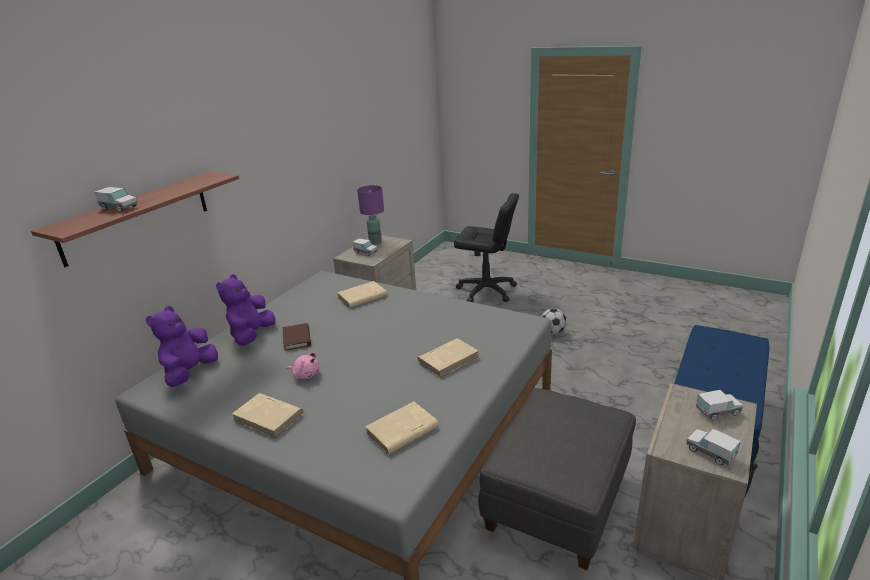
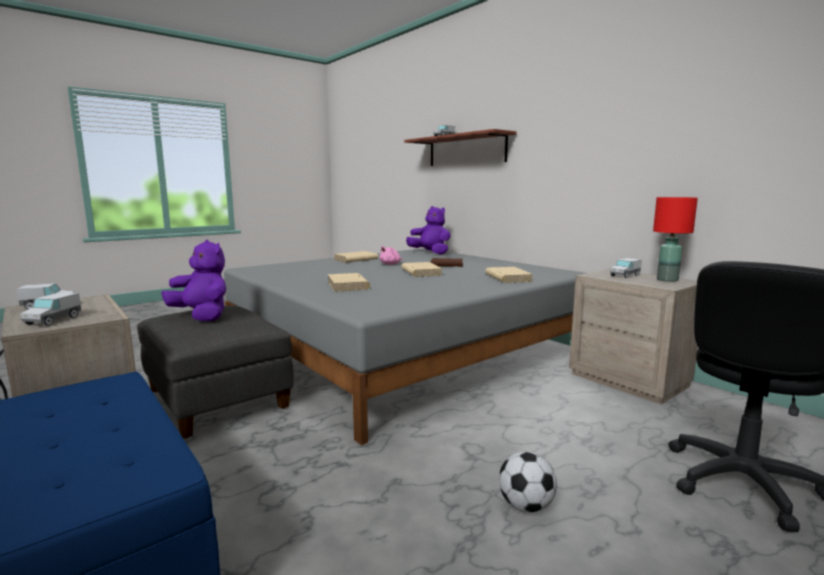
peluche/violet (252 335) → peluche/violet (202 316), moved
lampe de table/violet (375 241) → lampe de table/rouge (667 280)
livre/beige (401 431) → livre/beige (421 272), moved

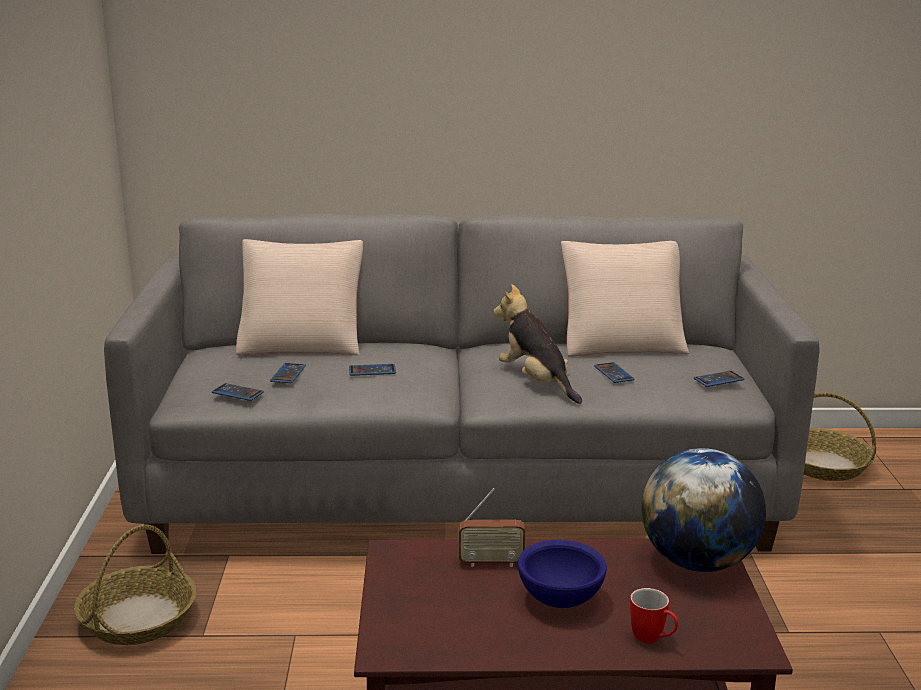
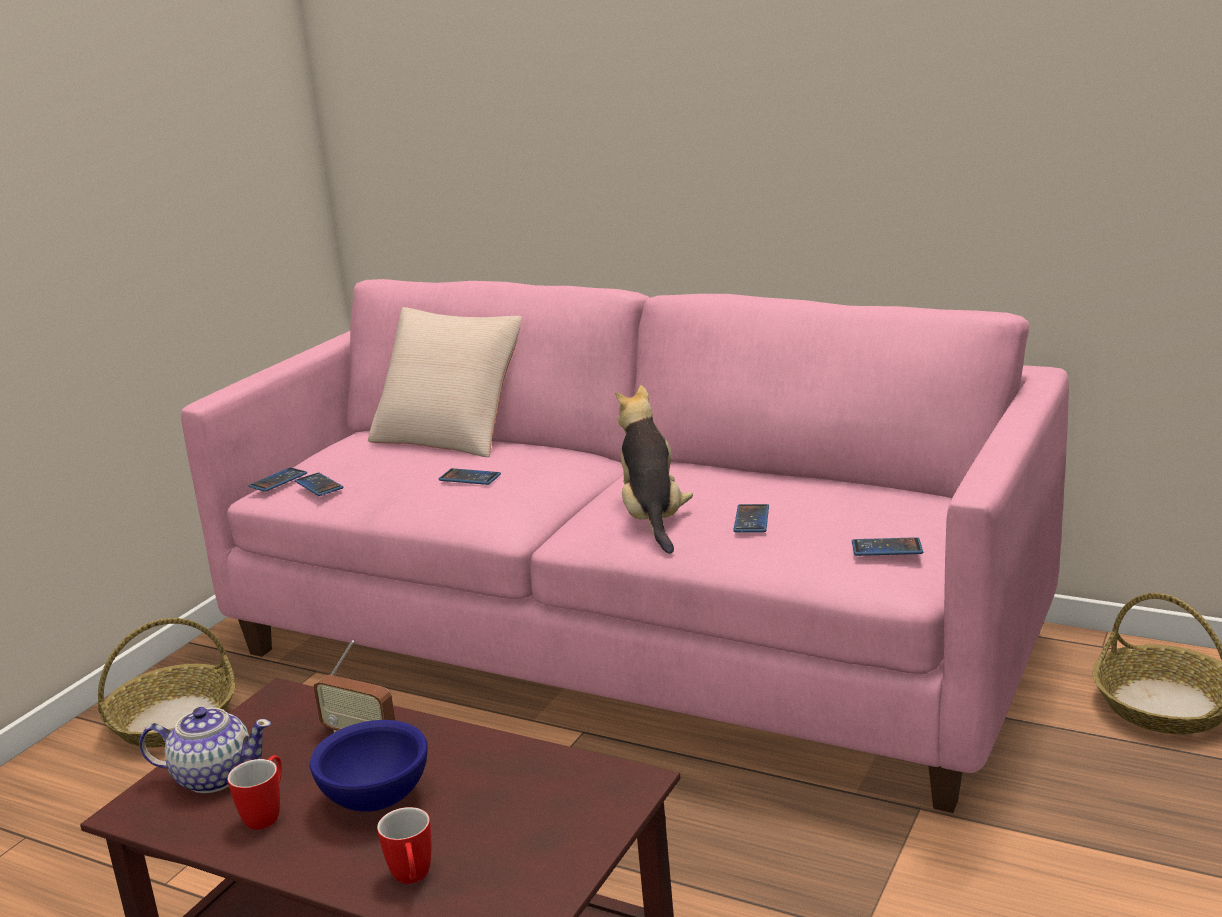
canapé/gris (460 489) → canapé/rose (628 644)
téléphone (288 374) → téléphone (278 480), moved
coussin/beige (621 343) → -
globe (697 562) → -
- → théière (213 776)
- → mug (267 814)

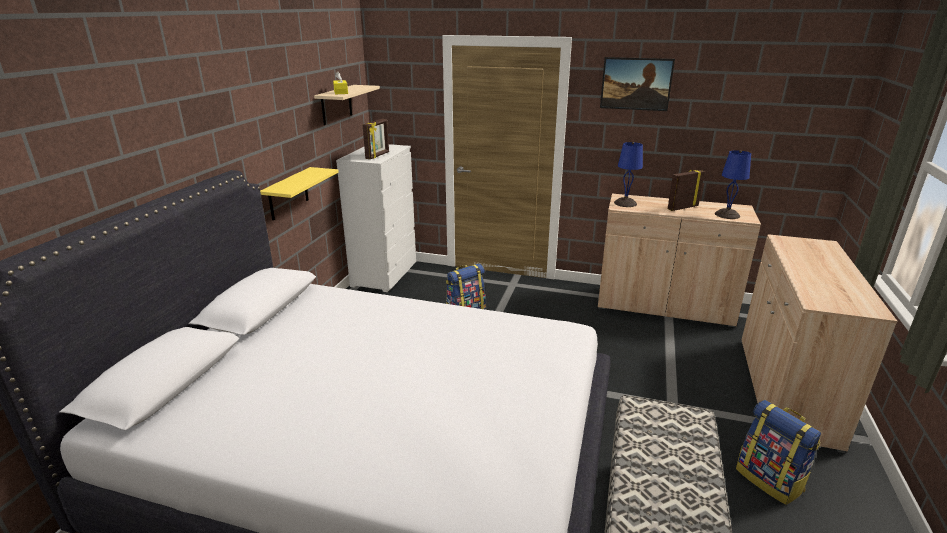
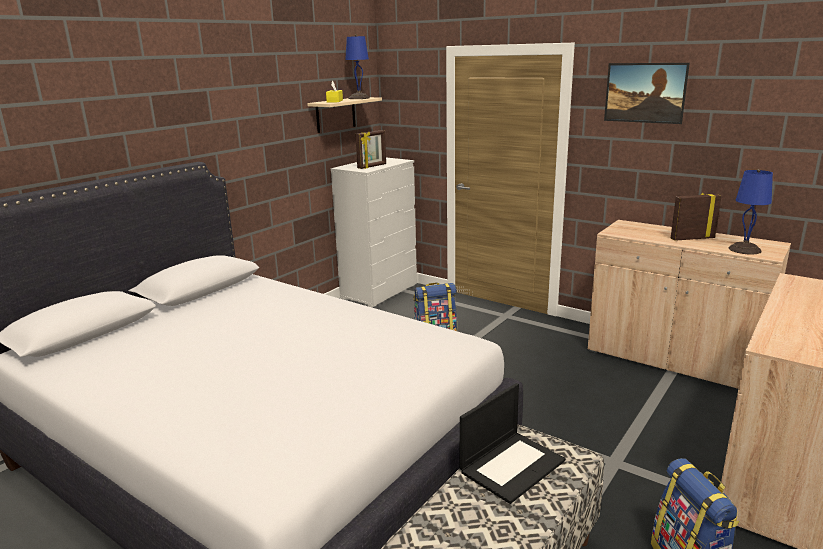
étagère/jaune (288 194) → -
lampe de table/bleu (625 203) → lampe de table/bleu (359 98), moved
- → ordinateur portable (512 465)

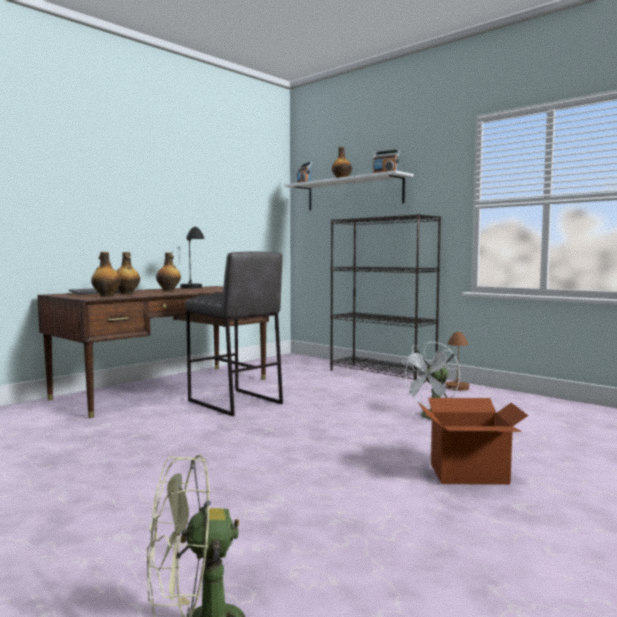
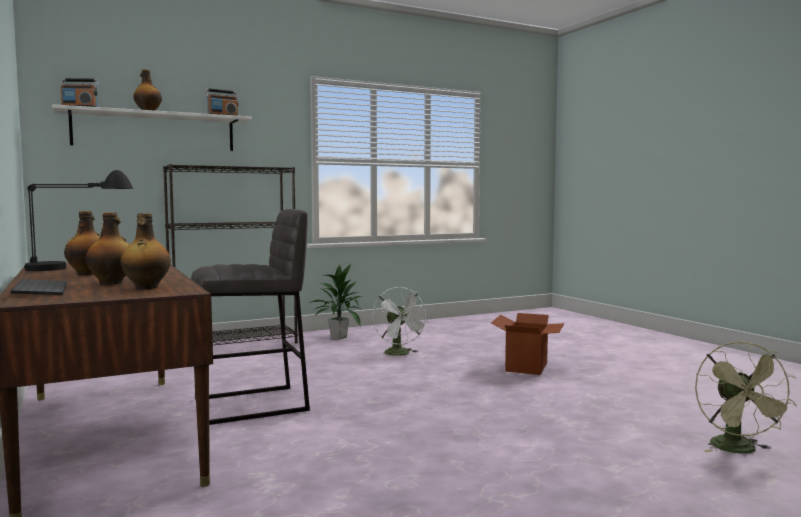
lampe de table/marron (457 392) → plante en pot (338 338)

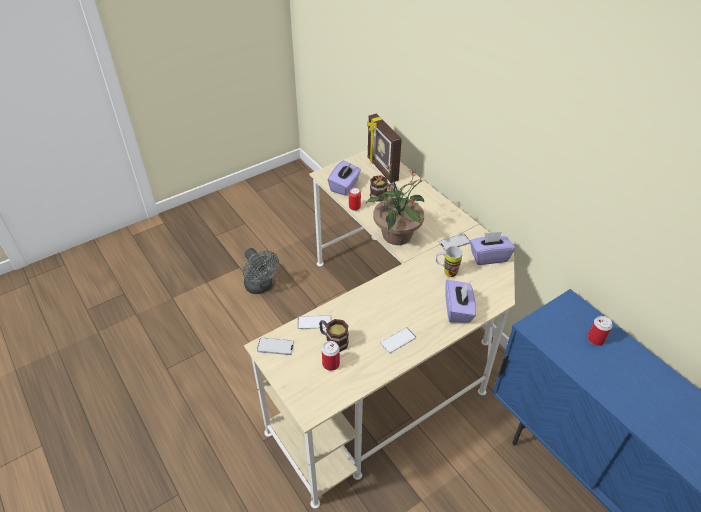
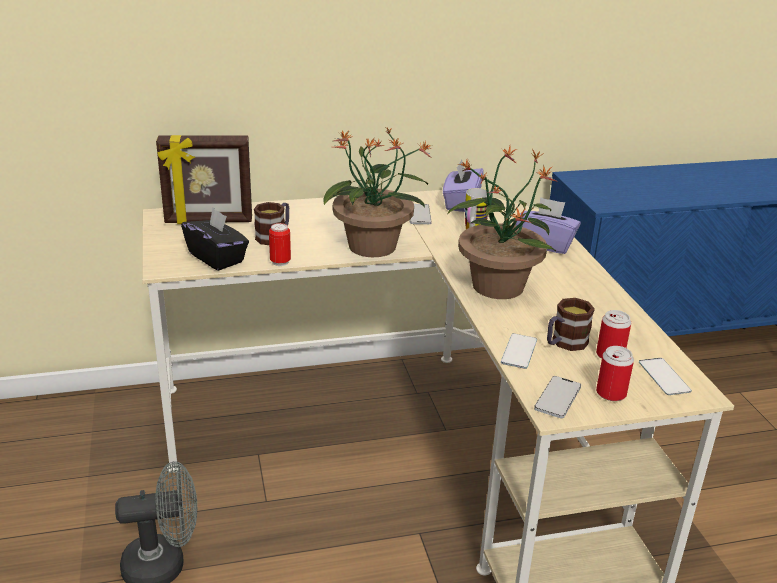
boîte à mouchoirs/violet (344 186) → boîte à mouchoirs/noir (217 258)
téléphone (398 340) → téléphone (664 377), moved
boîte métallique (595 339) → boîte métallique (611 393), moved
- → plante en pot (497 285)

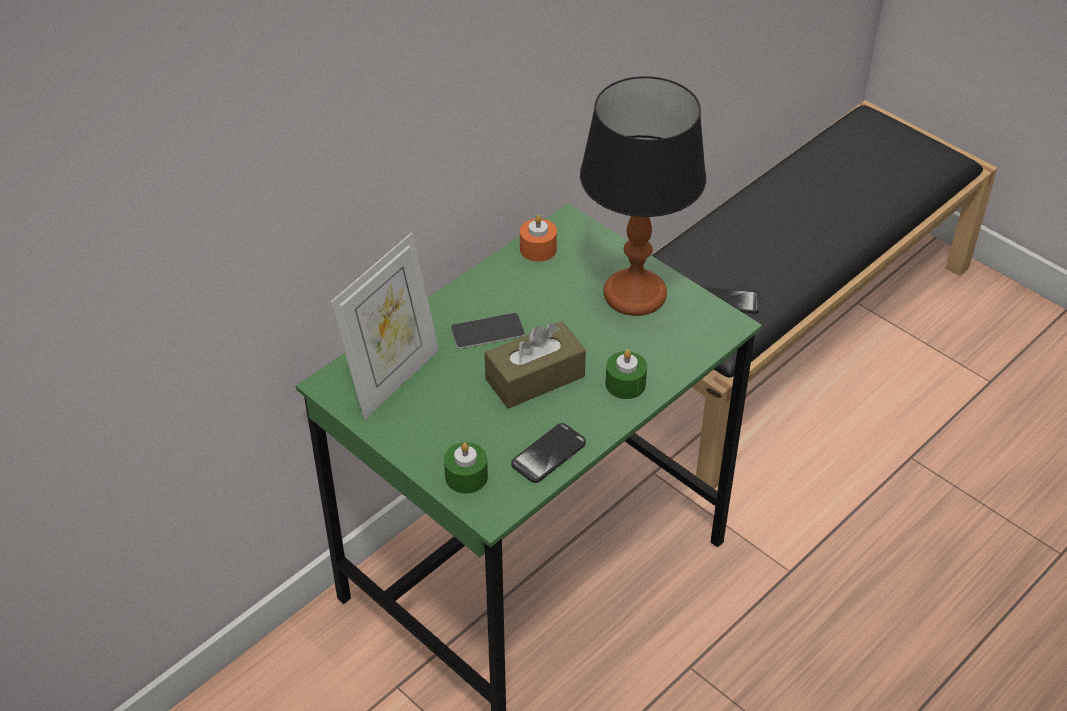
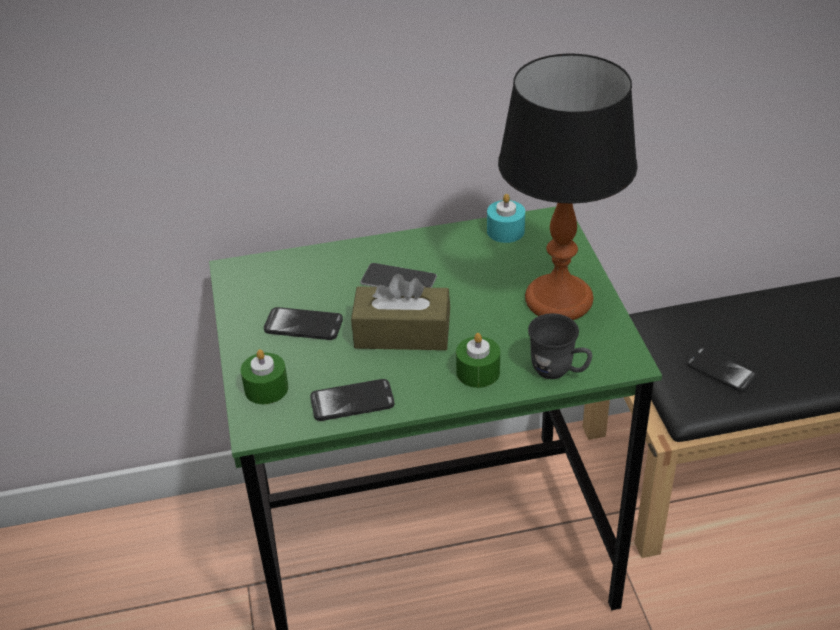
cadre photo (392 378) → -
bougie/orange (538 249) → bougie/turquoise (505 231)
- → téléphone (303 325)
- → mug/gris (559 372)

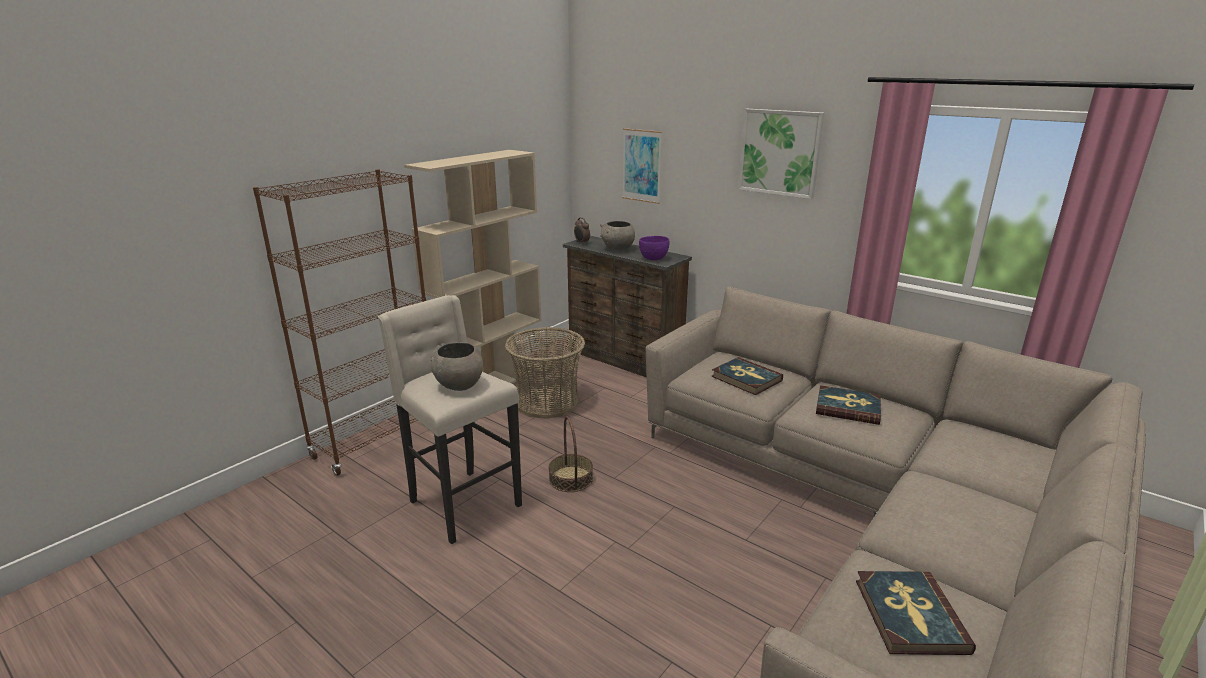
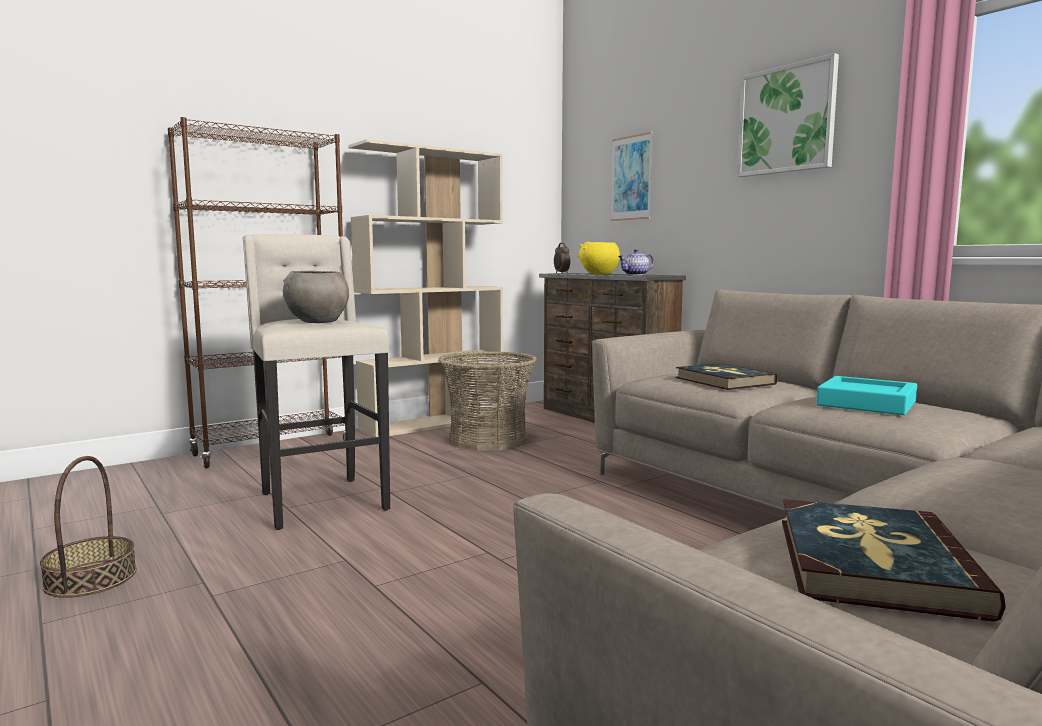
panier (571 479) → panier (91 578), moved
bol/gris (617 249) → bol/jaune (598 274)
bol/violet (654 259) → théière (635 275)
livre (847 408) → plateau/turquoise (866 403)

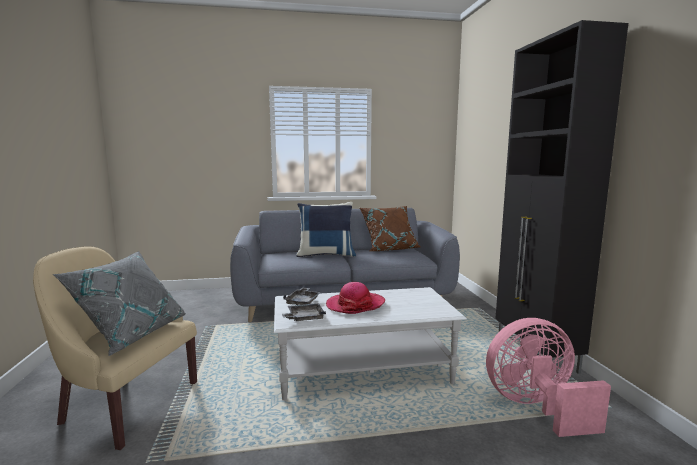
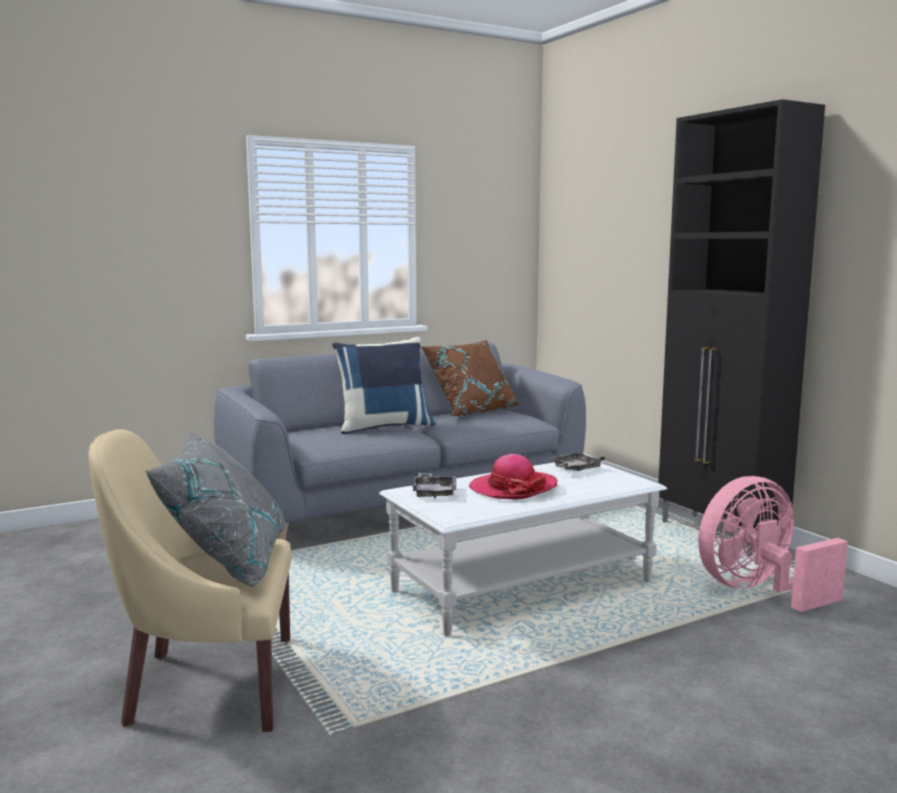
plateau/gris (304 318) → plateau/gris (575 469), moved

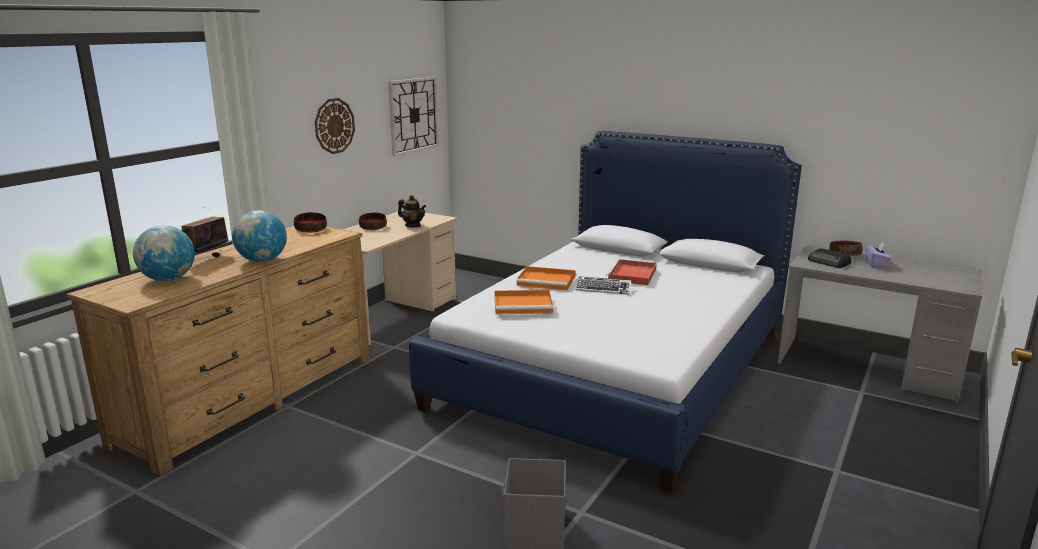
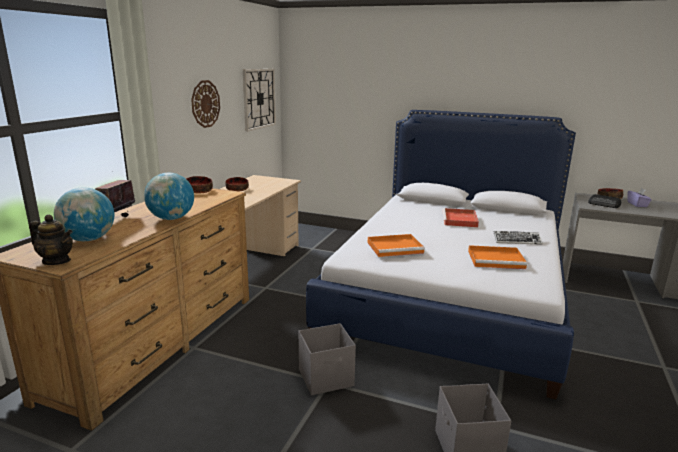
théière (413 226) → théière (56 261), moved
plateau/orange (547 281) → plateau/orange (497 259), moved
clavier (603 289) → clavier (517 240), moved
- → boîte de rangement/gris (327 378)

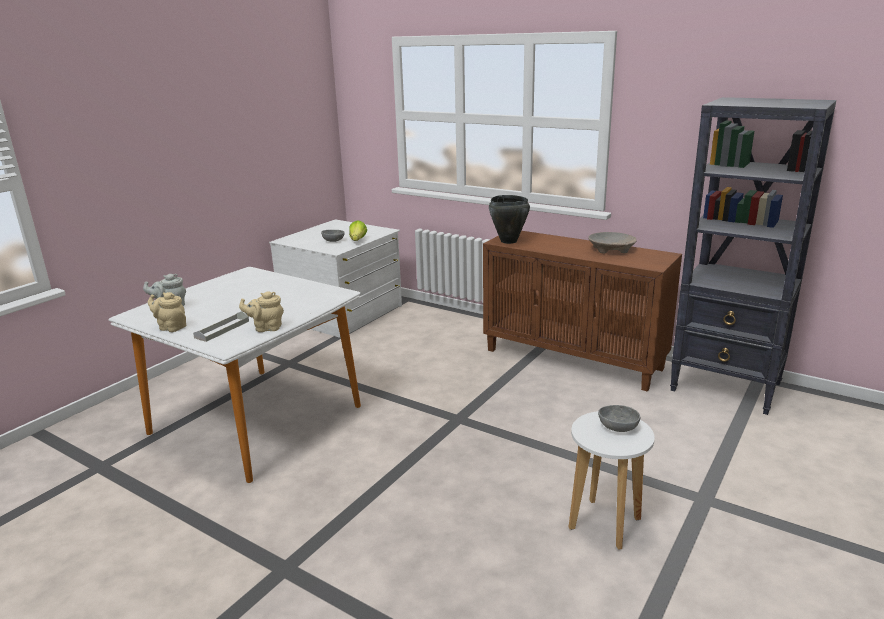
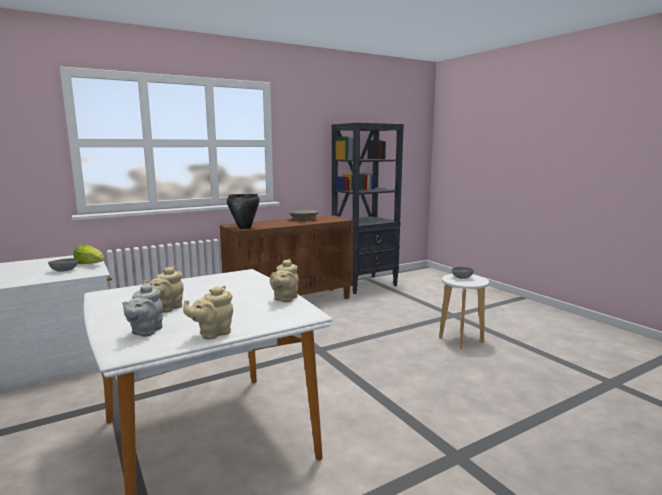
plateau/gris (222 329) → -
- → théière/beige (166 308)

